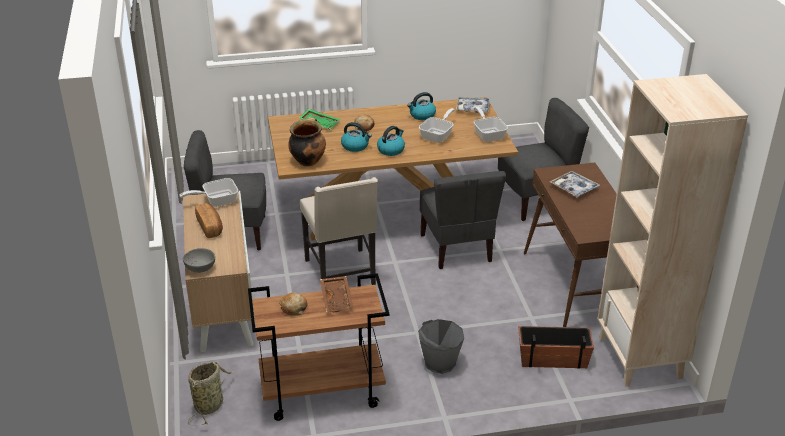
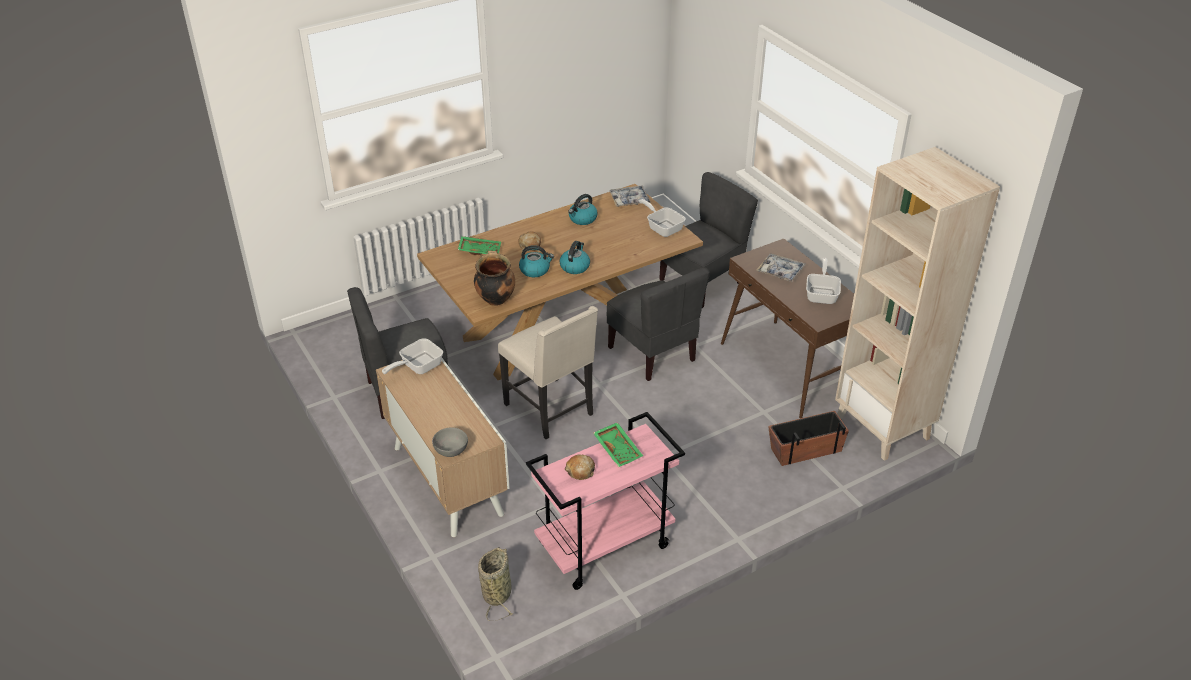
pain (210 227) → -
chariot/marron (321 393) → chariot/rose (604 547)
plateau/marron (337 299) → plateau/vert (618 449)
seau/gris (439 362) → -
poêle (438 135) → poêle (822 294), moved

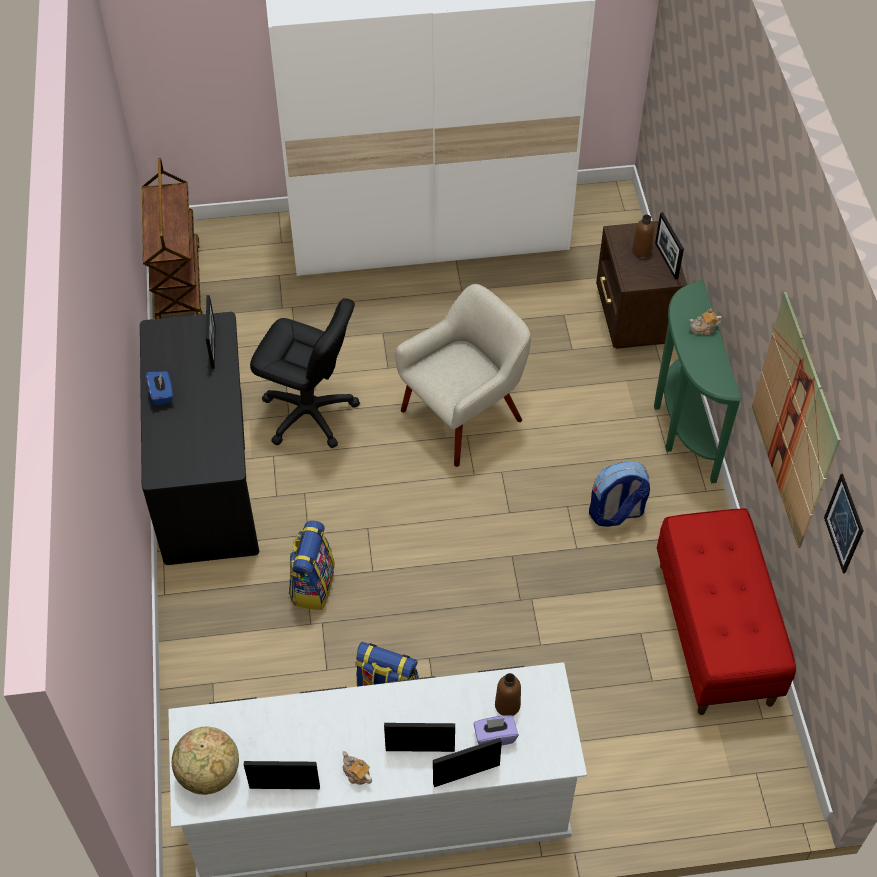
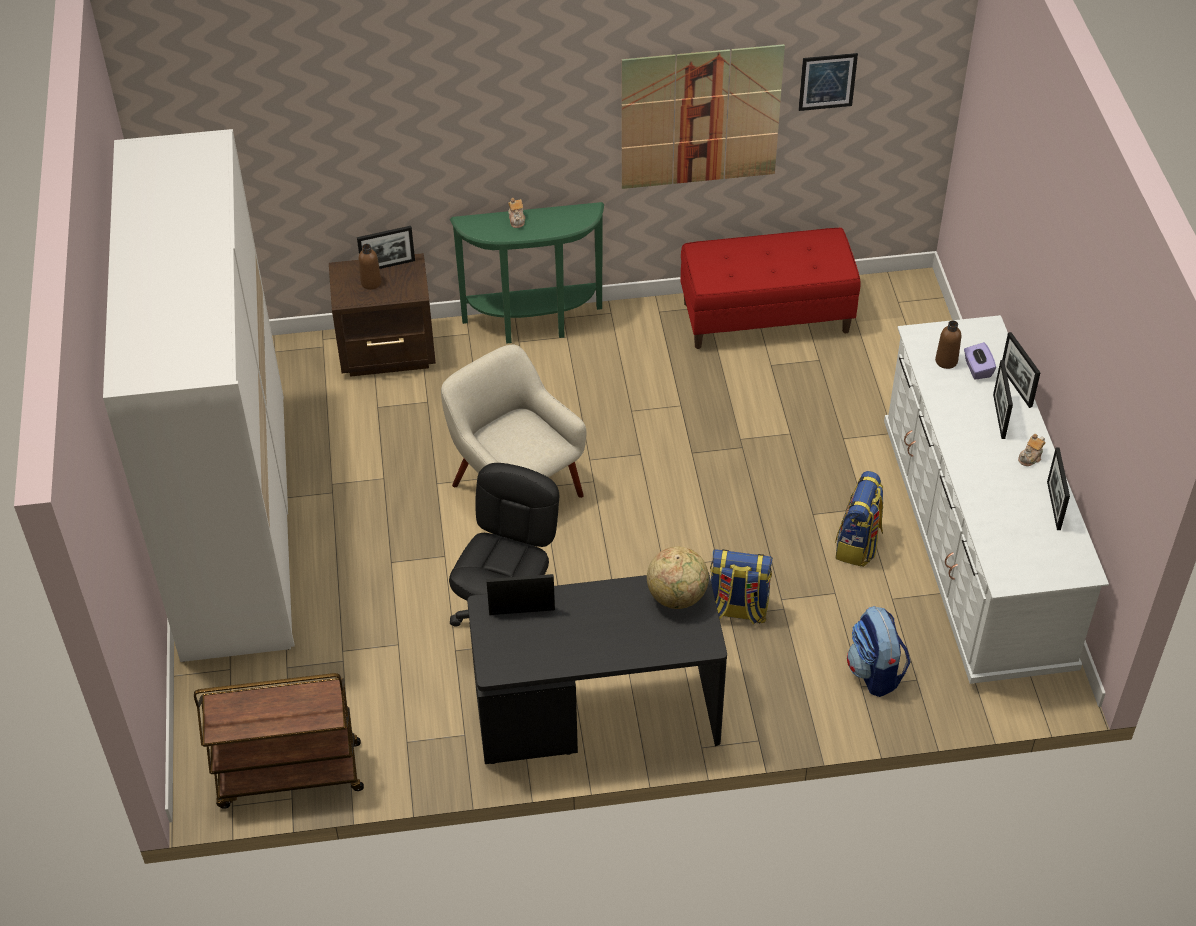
boîte à mouchoirs/bleu (161 394) → -
globe (209 774) → globe (677 596), moved
sac à dos (616 513) → sac à dos (875 672), moved

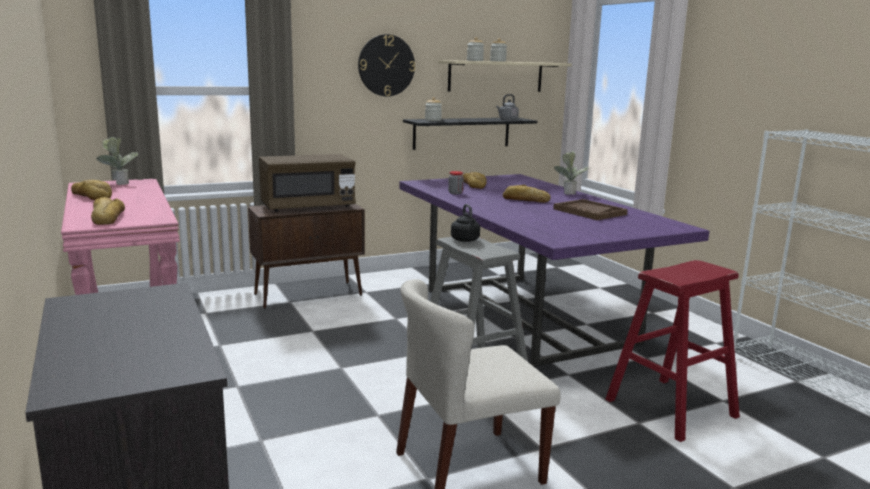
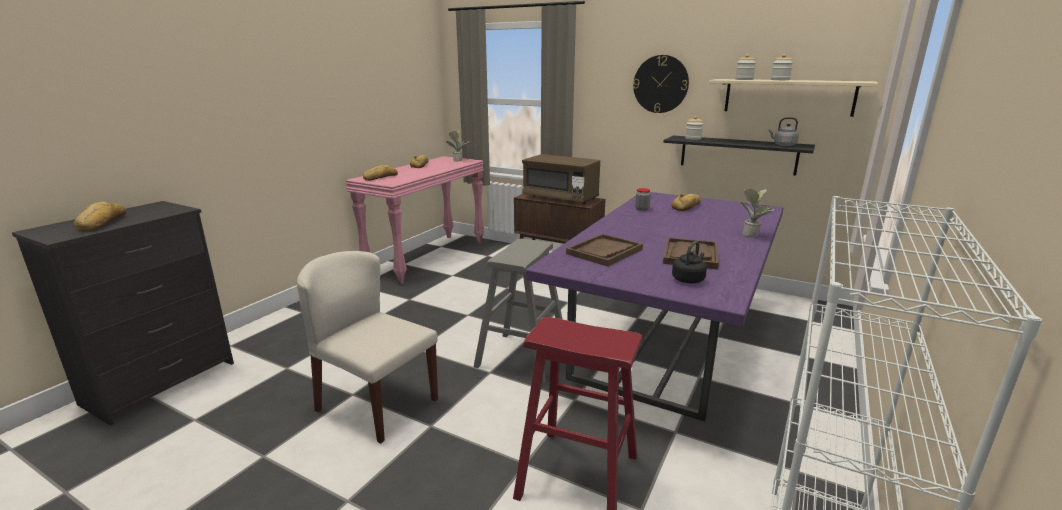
bouilloire/noir (464 239) → bouilloire/noir (689 279), moved
pain (525 200) → pain (100 223), moved
- → plateau/marron (604 252)

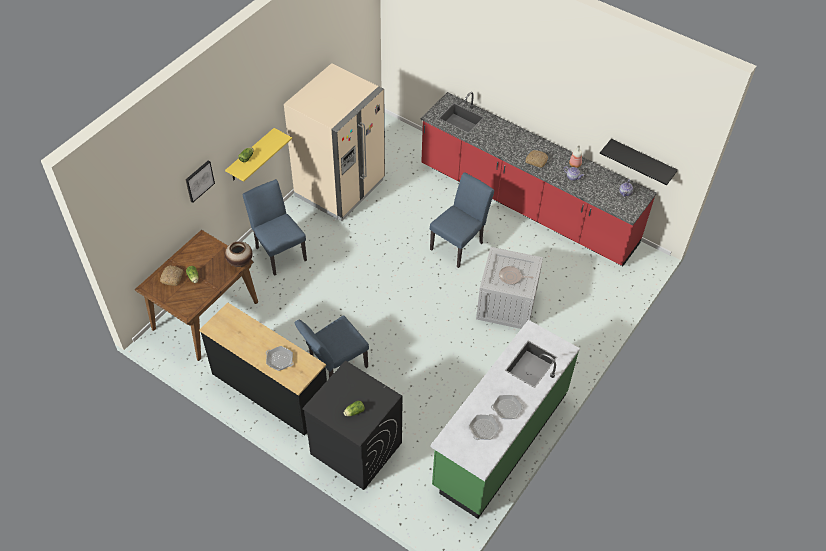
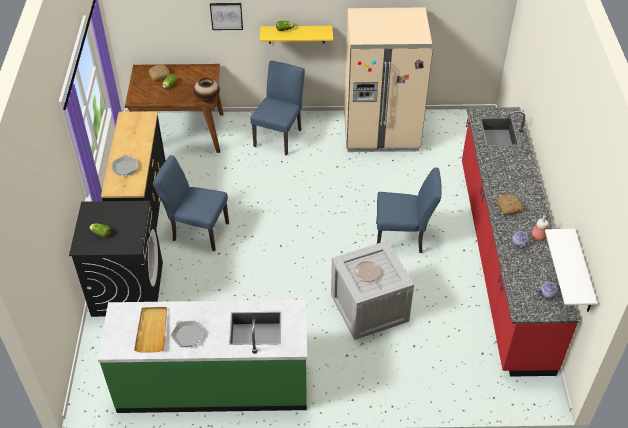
poêle (483 429) → plateau/beige (152 330)
étagère/noir (642 161) → étagère/blanc (582 273)

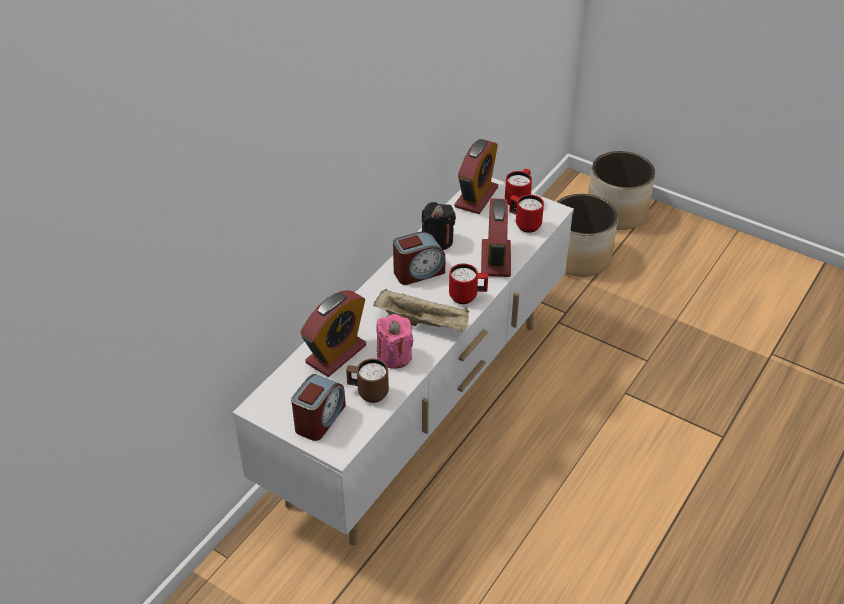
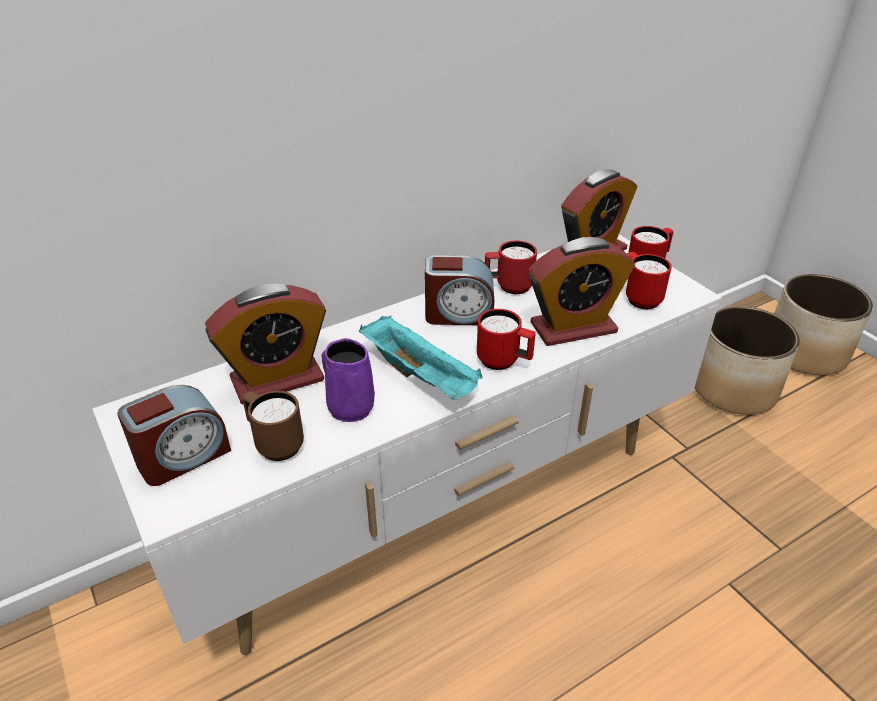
plateau/beige (423 322) → plateau/turquoise (421 376)
bougie/rose (394 356) → mug/violet (349 406)
bougie/noir (437 241) → mug/rouge (508 287)
réveil (496 259) → réveil (573 328), 135 degrees counterclockwise

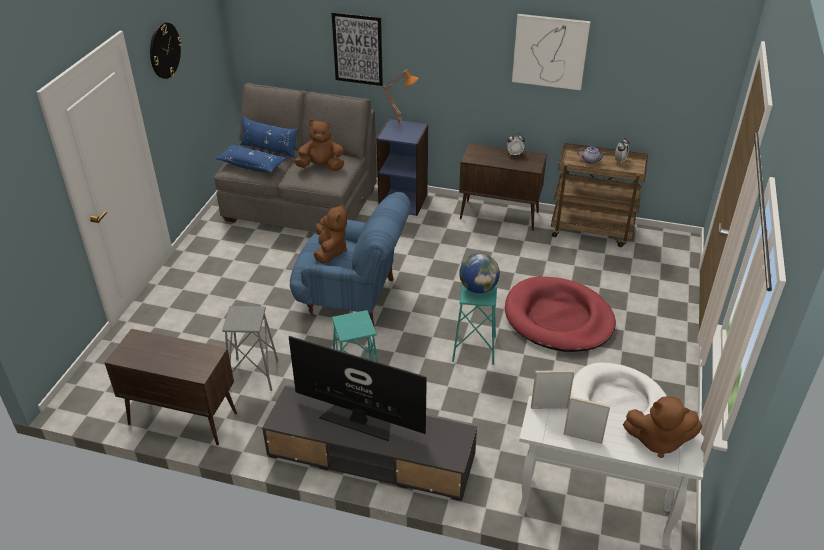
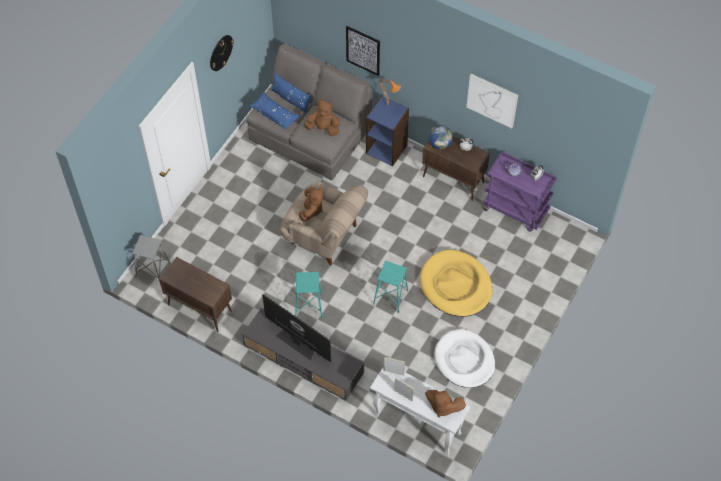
tabouret/gris (254 375) → tabouret/gris (153 271), moved
fauteuil/bleu (352 297) → fauteuil/beige (324 235)
globe (478 288) → globe (439 144), moved
panier pour chien/rouge (558 318) → panier pour chien/jaune (456 285)
chariot/marron (592 230) → chariot/violet (516 210)

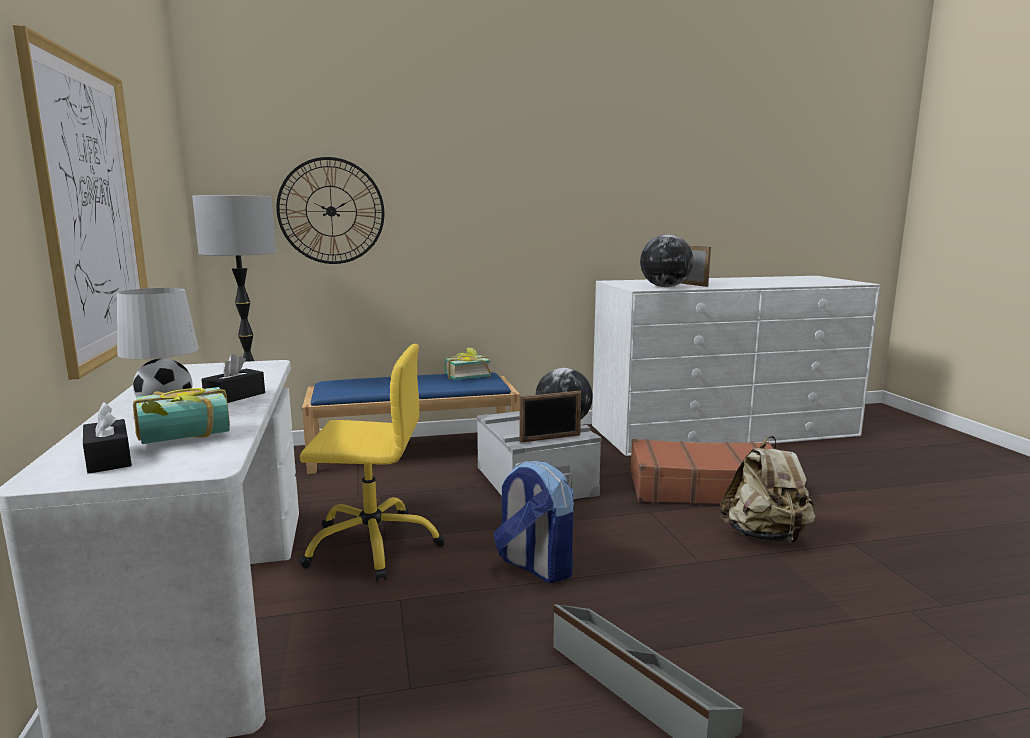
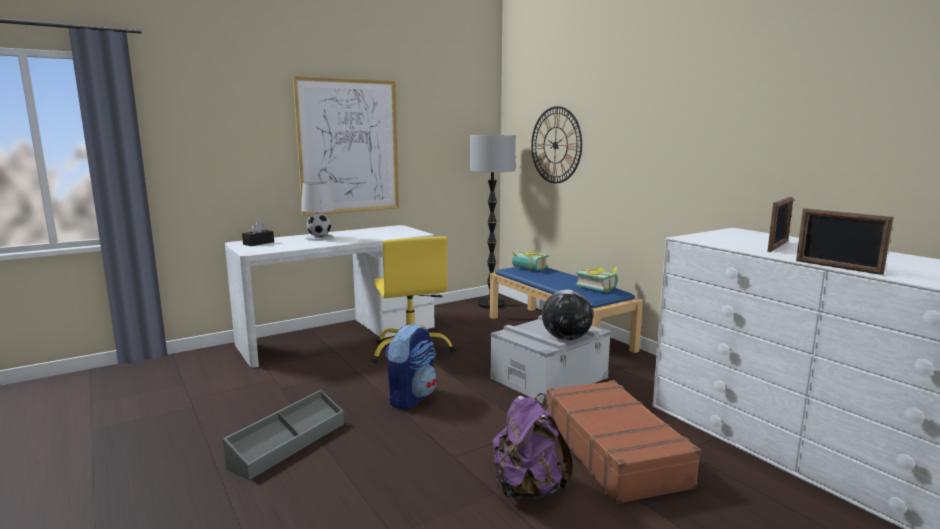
livre (185 438) → livre (527 269), moved
boîte à mouchoirs/noir (235 396) → -
cadre photo (550 438) → cadre photo (837 267), moved
globe (665 287) → -
sac à dos/beige (765 536) → sac à dos/violet (527 489)

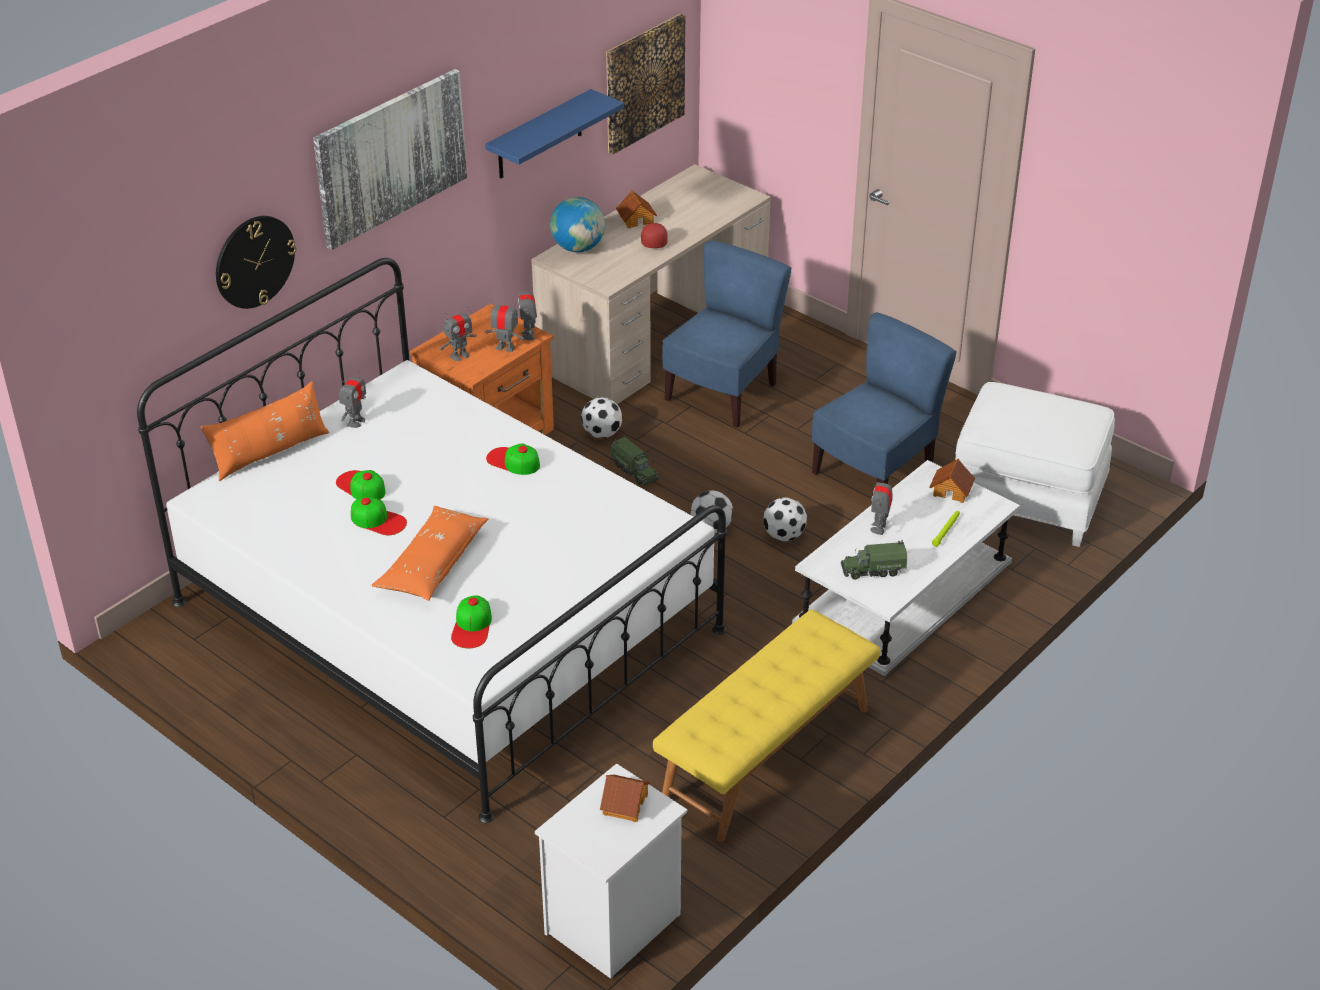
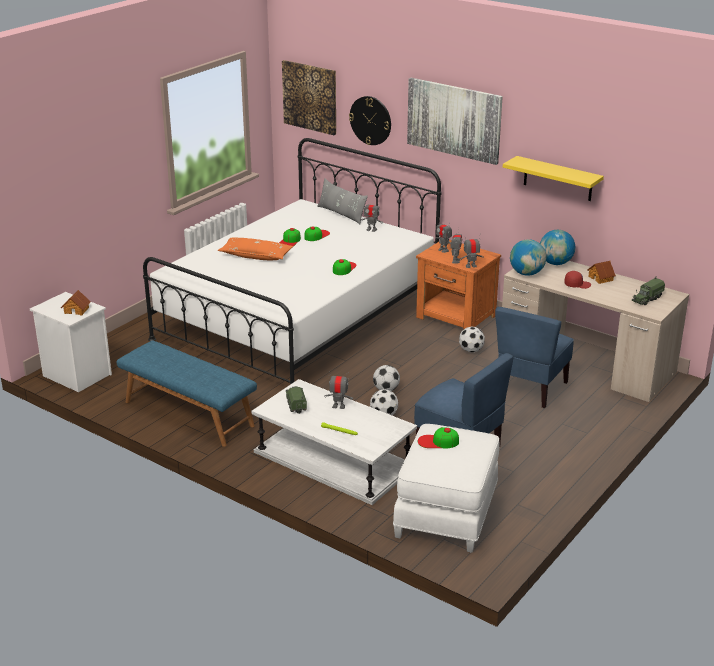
coussin/orange (270 452) → coussin/gris (341 214)
casquette (472 626) → casquette (438 441), moved
étagère/bleu (539 135) → étagère/jaune (558 179)
tableau (644 83) → tableau (310 97), moved
camion jouet (635 471) → camion jouet (647 299), moved
banc/jaune (767 755) → banc/bleu (188 414)
chaise/bleu (723 393) → chaise/bleu (530 389), 90 degrees clockwise
maison miniature (951 490) → -
- → globe (526 273)

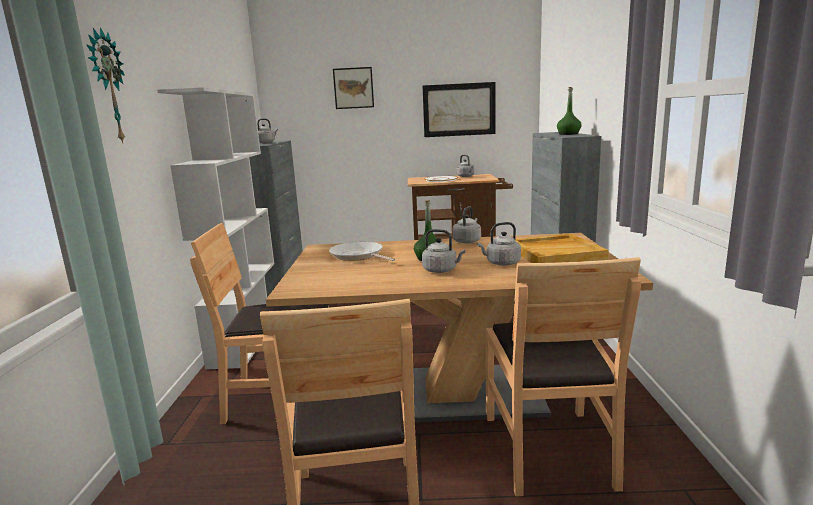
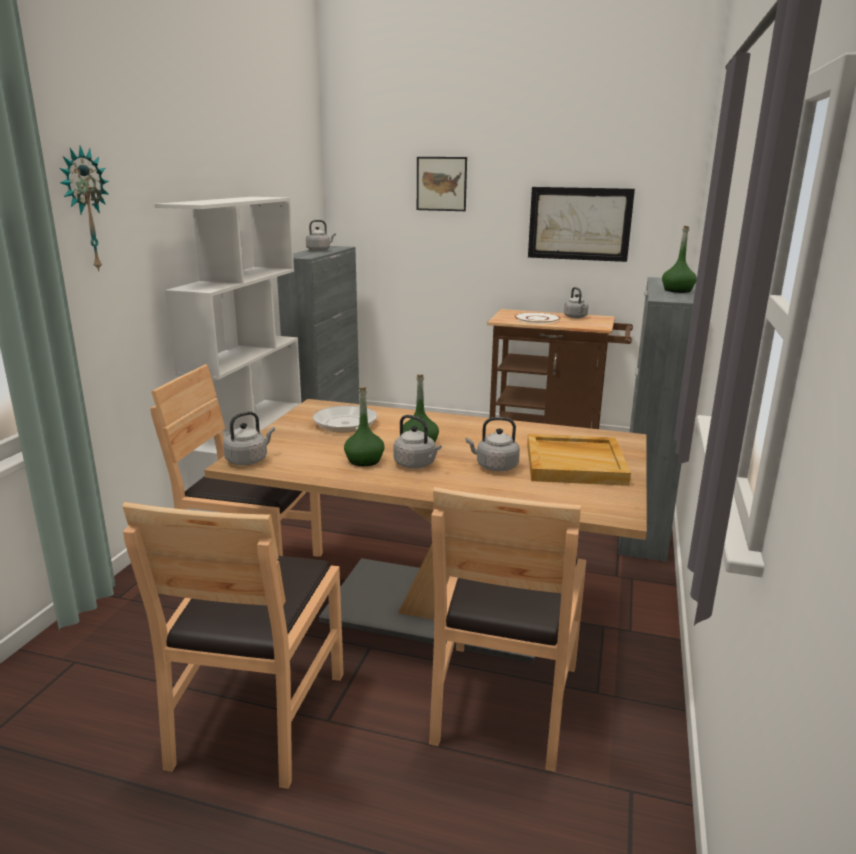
bouilloire/gris (467 241) → bouilloire/gris (248 460), moved
- → bouteille/vert (364 460)

